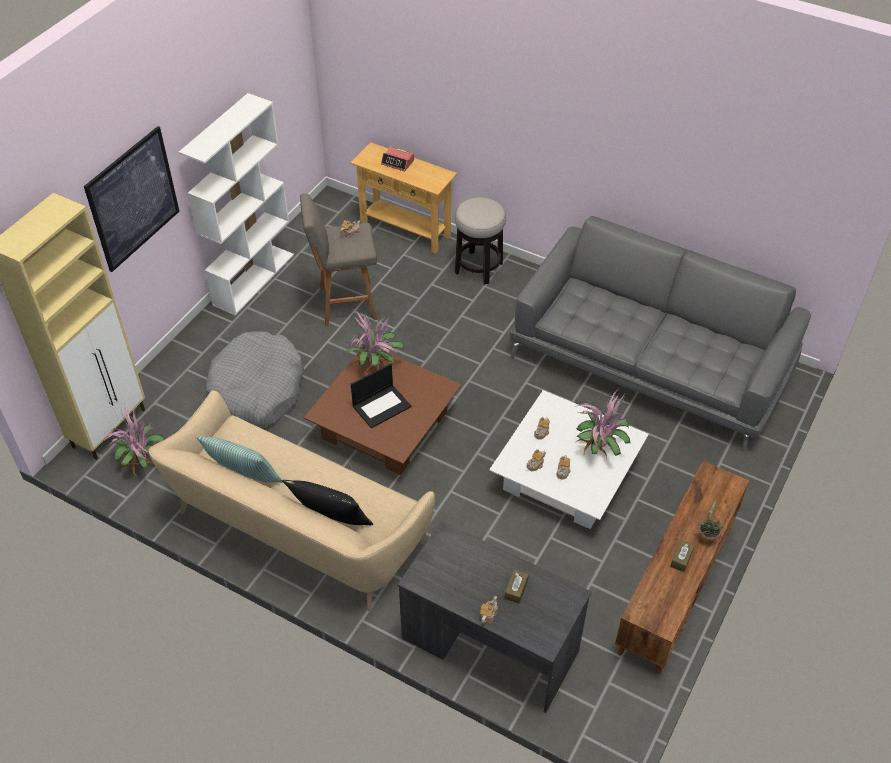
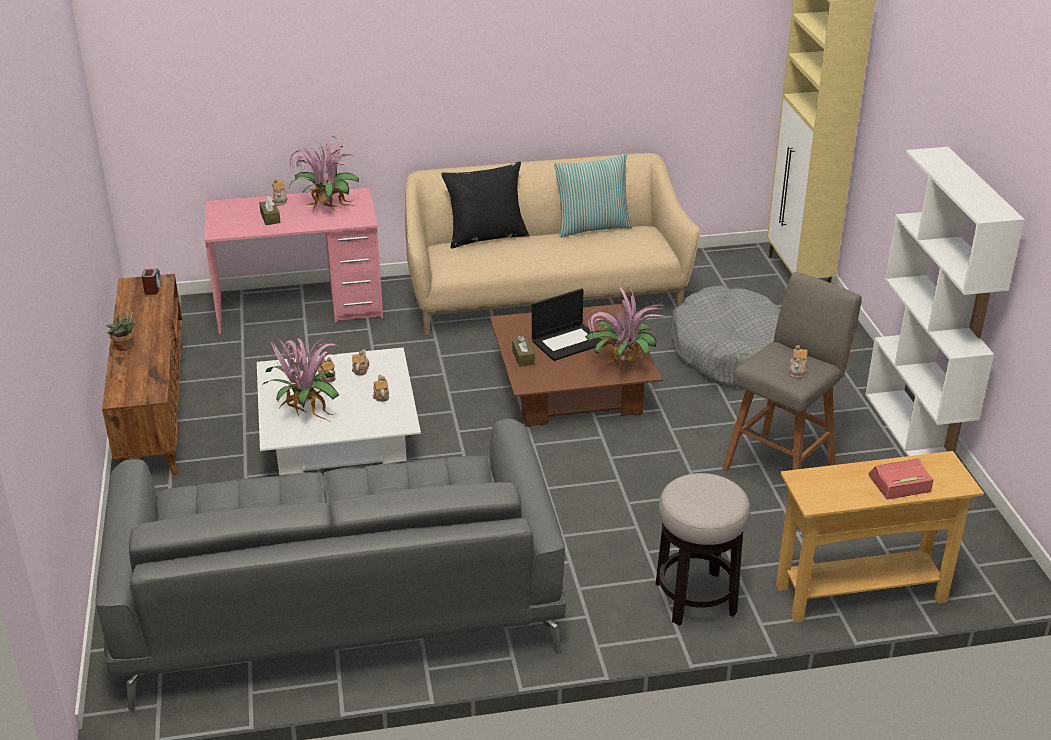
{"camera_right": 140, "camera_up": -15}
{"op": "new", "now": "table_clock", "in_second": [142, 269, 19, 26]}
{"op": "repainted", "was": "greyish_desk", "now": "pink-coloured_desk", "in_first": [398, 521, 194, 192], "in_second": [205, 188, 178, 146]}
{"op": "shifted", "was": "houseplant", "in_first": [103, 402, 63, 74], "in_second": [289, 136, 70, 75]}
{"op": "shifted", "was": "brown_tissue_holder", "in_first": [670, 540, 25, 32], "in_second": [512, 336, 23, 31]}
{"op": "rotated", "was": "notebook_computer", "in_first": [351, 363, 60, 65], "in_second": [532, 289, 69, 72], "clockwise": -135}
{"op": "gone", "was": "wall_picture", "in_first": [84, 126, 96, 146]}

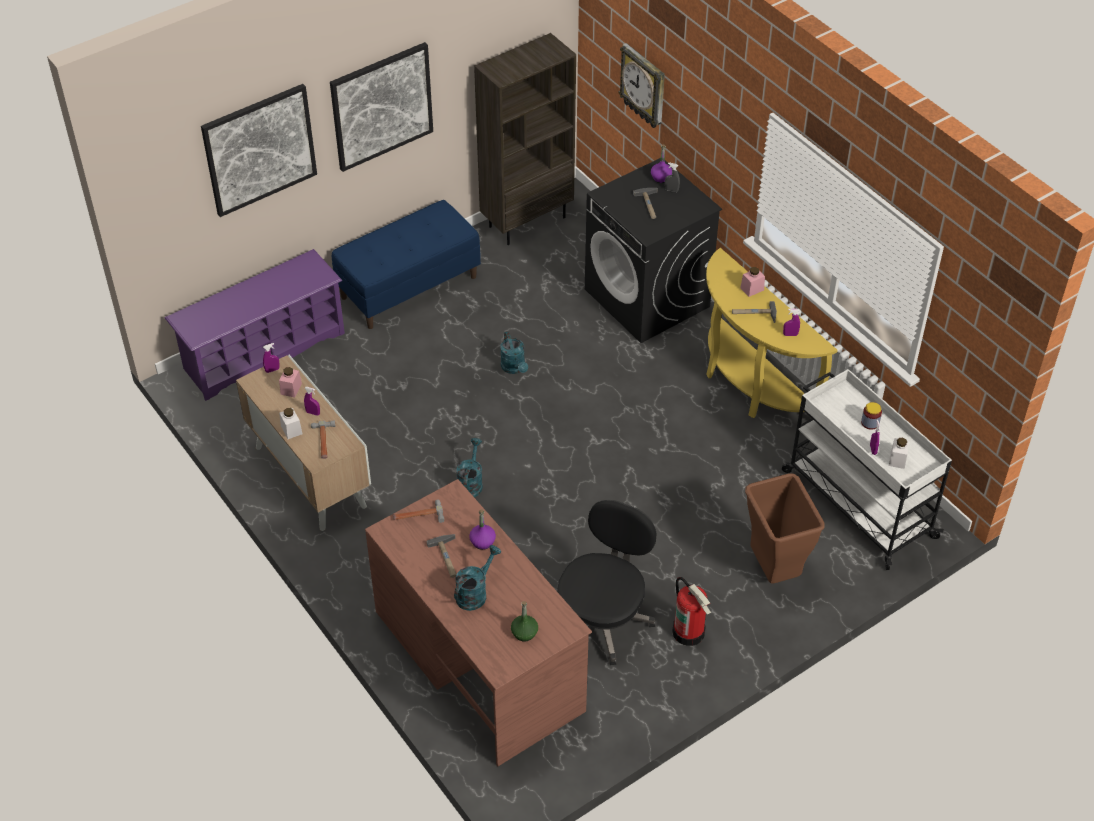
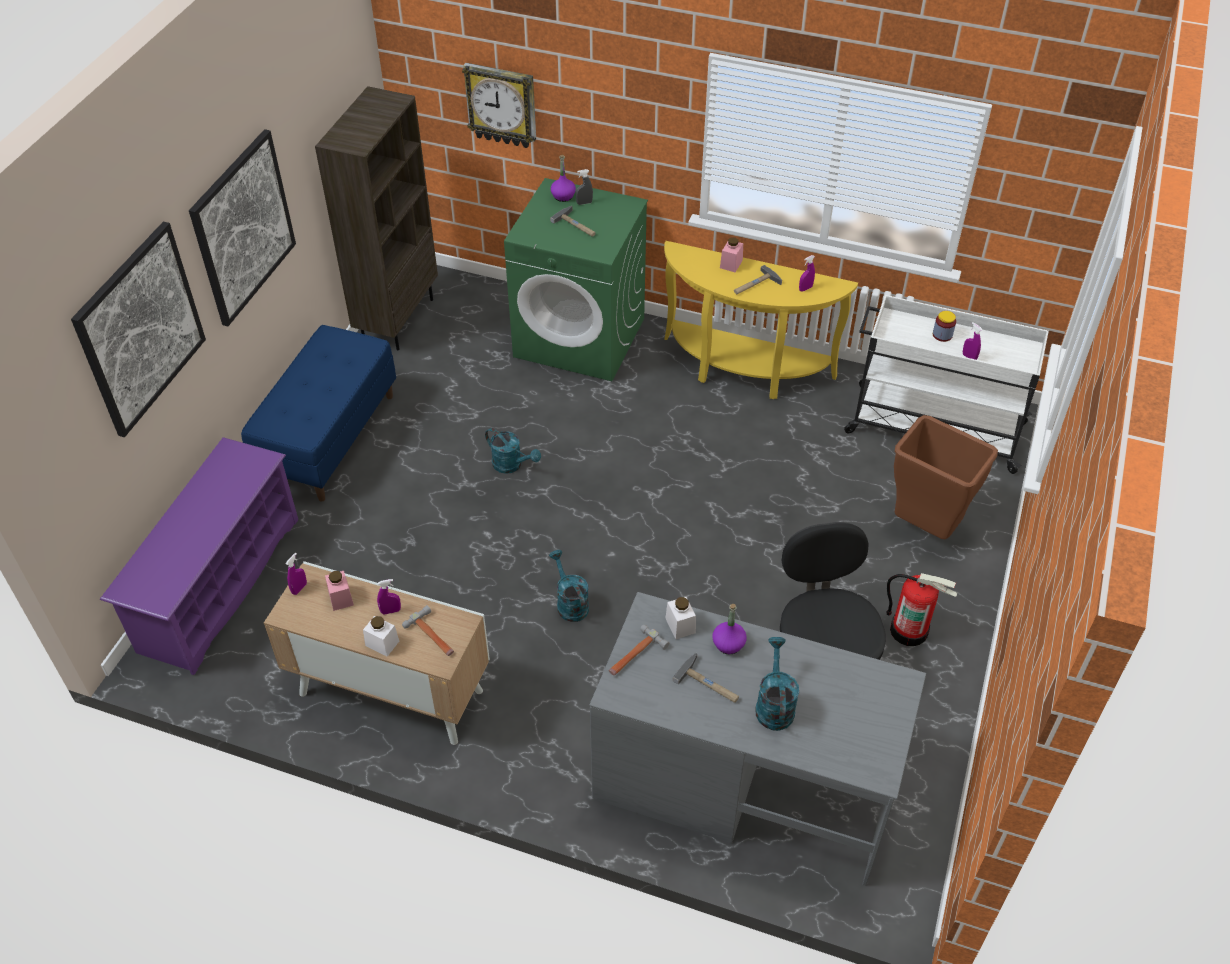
{"camera_right": -35, "camera_up": 0}
{"op": "repainted", "was": "black_washing_machine", "now": "greenish_washing_machine", "in_first": [585, 158, 137, 185], "in_second": [504, 178, 144, 203]}
{"op": "repainted", "was": "brown_desk", "now": "greyish_desk", "in_first": [365, 479, 227, 287], "in_second": [589, 592, 337, 294]}
{"op": "shifted", "was": "white-coloured_jar", "in_first": [889, 438, 20, 31], "in_second": [665, 597, 31, 42]}
{"op": "gone", "was": "greenish_bottle", "in_first": [511, 601, 27, 40]}

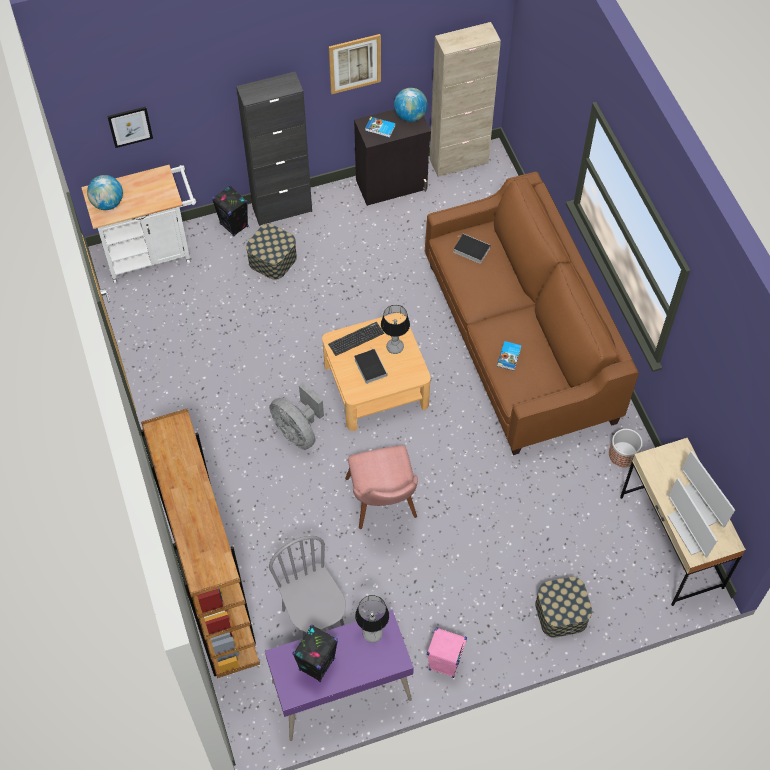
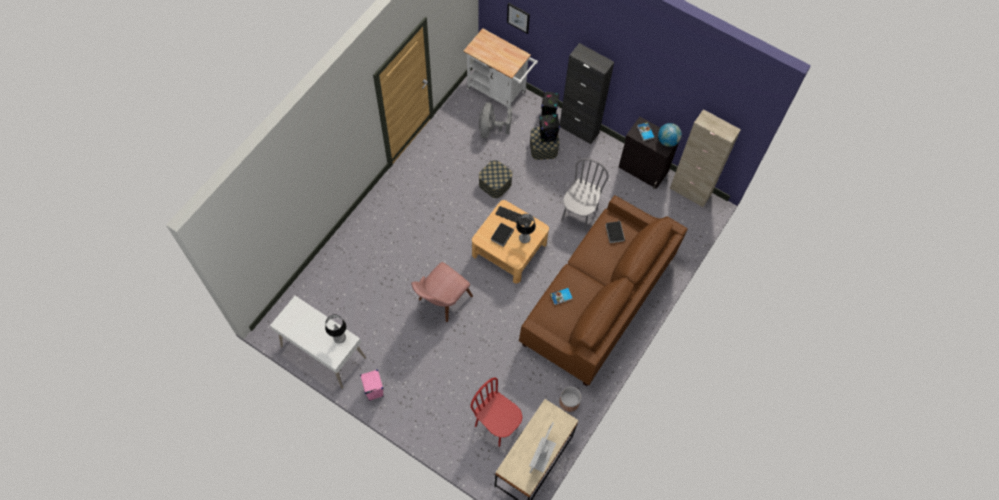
{"camera_right": 50, "camera_up": 5}
{"op": "repainted", "was": "purple-coloured_desk", "now": "white-coloured_desk", "in_first": [265, 610, 149, 131], "in_second": [270, 296, 96, 93]}
{"op": "new", "now": "red_plain_chair", "in_second": [471, 377, 51, 70]}
{"op": "shifted", "was": "greyish_electric_fan", "in_first": [269, 383, 55, 67], "in_second": [479, 102, 33, 37]}
{"op": "shifted", "was": "storage_box", "in_first": [535, 577, 57, 61], "in_second": [479, 160, 34, 38]}
{"op": "shifted", "was": "black_audio_speaker", "in_first": [292, 625, 46, 57], "in_second": [539, 114, 21, 29]}
{"op": "shifted", "was": "greyish_plain_chair", "in_first": [269, 536, 77, 102], "in_second": [561, 158, 48, 73]}
{"op": "gone", "was": "world_globe", "in_first": [87, 175, 36, 35]}
{"op": "gone", "was": "brown_shelving_unit", "in_first": [141, 408, 119, 270]}
{"op": "gone", "was": "wall_picture", "in_first": [329, 34, 52, 60]}
{"op": "gone", "was": "computer_screen", "in_first": [667, 478, 51, 79]}

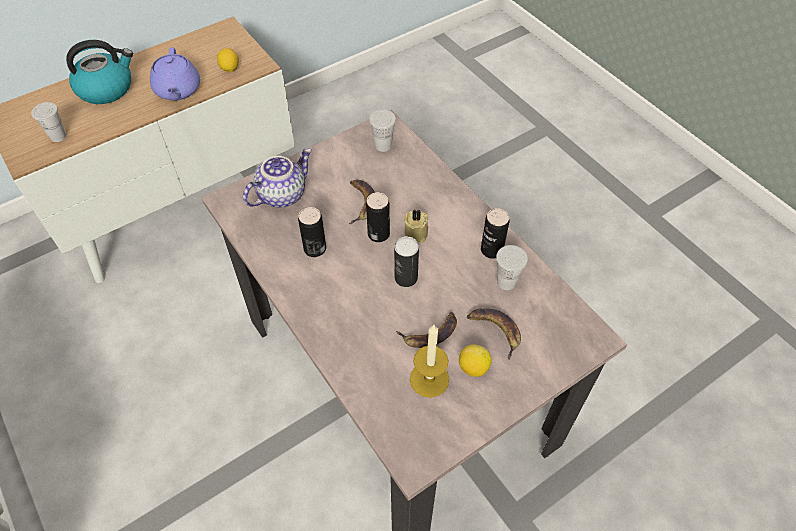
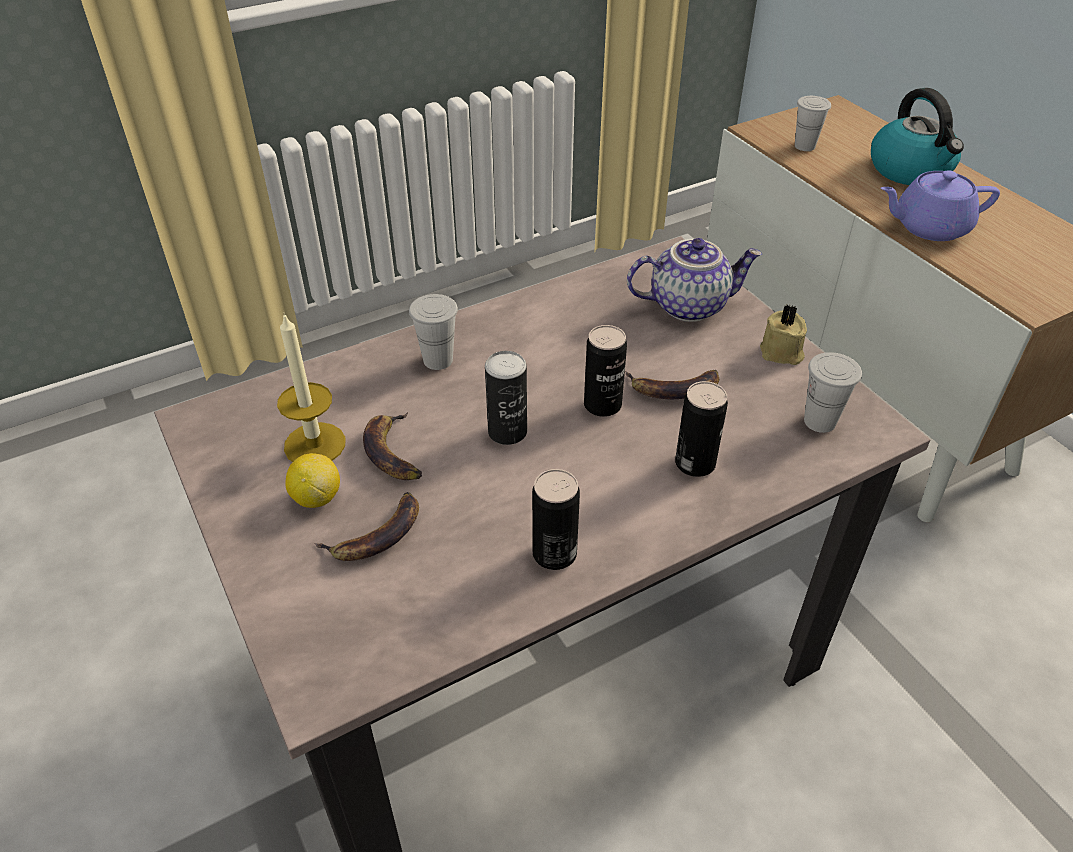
{"camera_right": 95, "camera_up": -10}
{"op": "shifted", "was": "white-coloured_cup", "in_first": [496, 245, 32, 45], "in_second": [409, 294, 49, 76]}
{"op": "rotated", "was": "tea_pot", "in_first": [243, 148, 69, 60], "in_second": [627, 238, 135, 84], "clockwise": -60}
{"op": "shifted", "was": "can", "in_first": [298, 207, 28, 50], "in_second": [675, 381, 53, 96]}
{"op": "shifted", "was": "beige-coloured_wax_candle", "in_first": [404, 209, 24, 34], "in_second": [760, 305, 47, 60]}
{"op": "gone", "was": "whole_lemon", "in_first": [217, 48, 22, 24]}

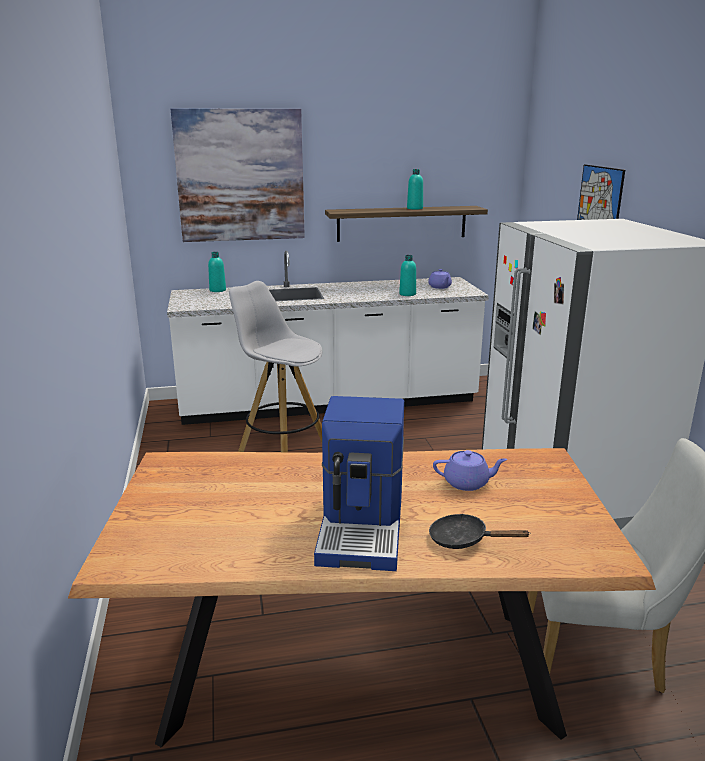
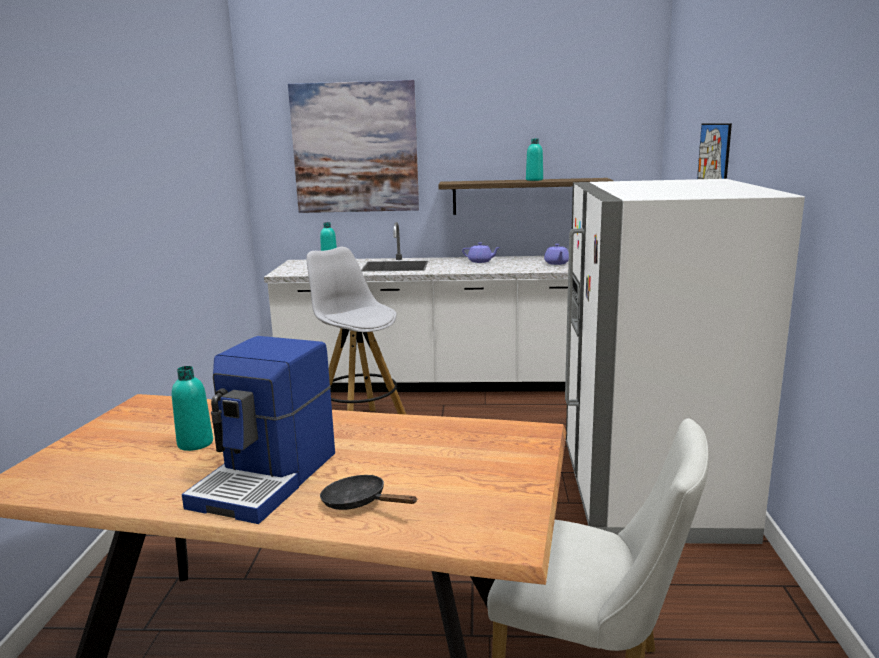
{"camera_right": 15, "camera_up": -5}
{"op": "shifted", "was": "turquoise-coloured_bottle", "in_first": [399, 255, 17, 41], "in_second": [172, 366, 41, 85]}
{"op": "shifted", "was": "purple-coloured_tea_pot", "in_first": [433, 450, 74, 41], "in_second": [462, 242, 38, 21]}

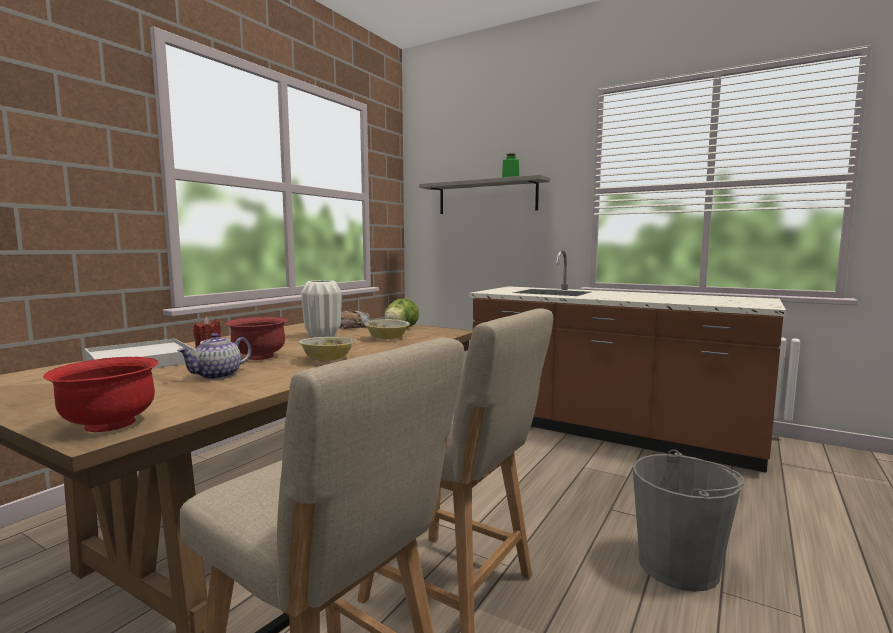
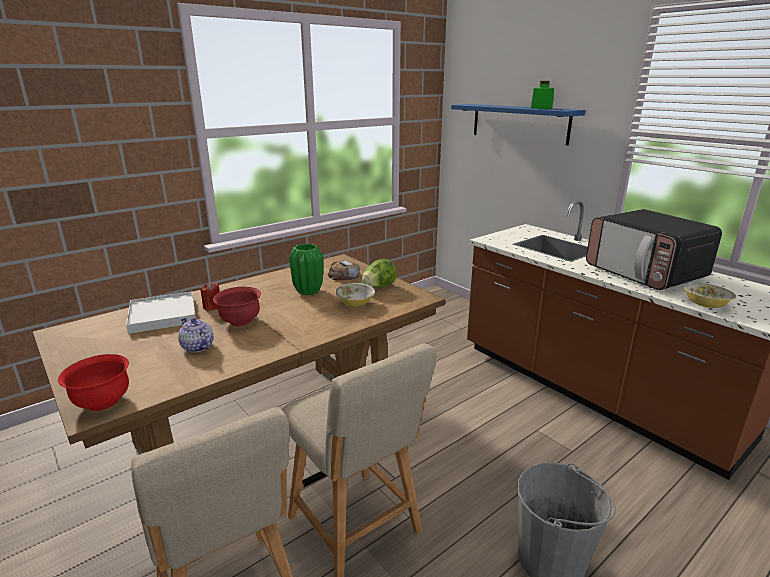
{"camera_right": 20, "camera_up": 15}
{"op": "rotated", "was": "tea_pot", "in_first": [177, 333, 75, 46], "in_second": [178, 317, 35, 36], "clockwise": 75}
{"op": "repainted", "was": "white-coloured_vase", "now": "greenish_vase", "in_first": [301, 280, 41, 58], "in_second": [289, 244, 34, 51]}
{"op": "repainted", "was": "greyish_bracket_shelf", "now": "blue_bracket_shelf", "in_first": [419, 175, 131, 39], "in_second": [451, 104, 134, 41]}
{"op": "new", "now": "kitchen_microwave", "in_second": [586, 209, 136, 81]}
{"op": "shifted", "was": "deep_dish", "in_first": [298, 337, 57, 24], "in_second": [684, 283, 52, 25]}

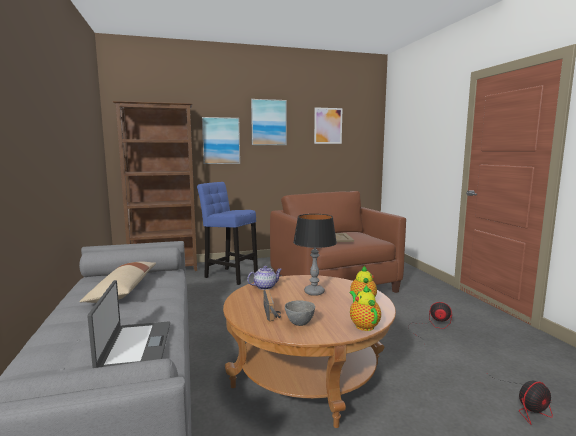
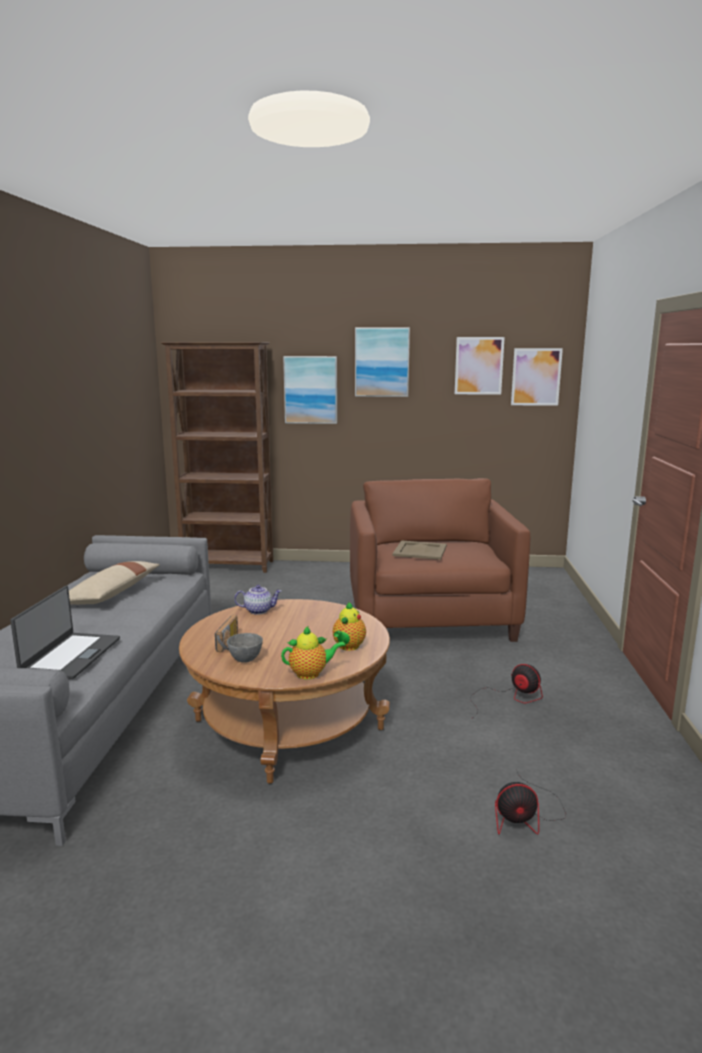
{"camera_right": 20, "camera_up": 5}
{"op": "rotated", "was": "tea_pot", "in_first": [349, 285, 32, 46], "in_second": [281, 626, 65, 53], "clockwise": 75}
{"op": "new", "now": "wall_picture", "in_second": [511, 348, 52, 58]}
{"op": "gone", "was": "blue_stool_seat", "in_first": [197, 182, 61, 103]}
{"op": "gone", "was": "lamp_for_a_table", "in_first": [293, 214, 44, 82]}

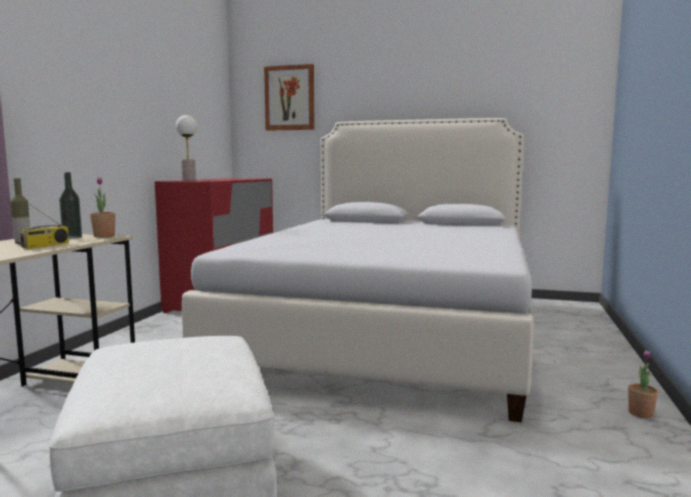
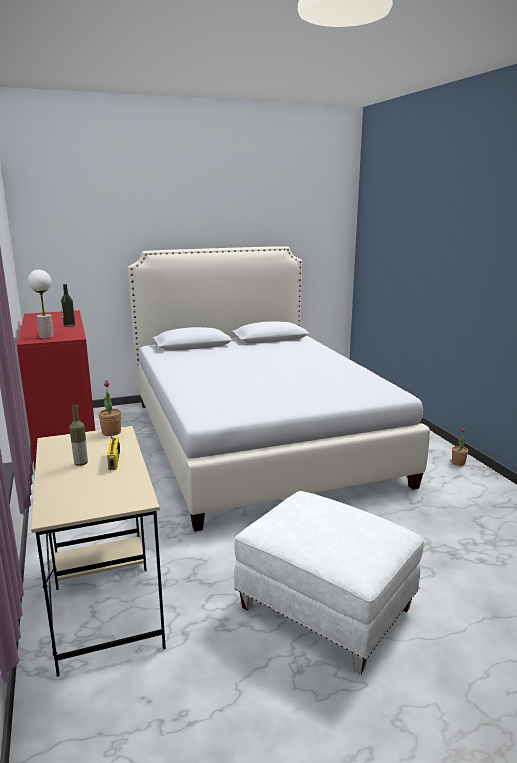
{"camera_right": -35, "camera_up": 10}
{"op": "shifted", "was": "bottle", "in_first": [59, 172, 23, 67], "in_second": [61, 284, 14, 43]}
{"op": "gone", "was": "wall_picture", "in_first": [264, 64, 51, 67]}

